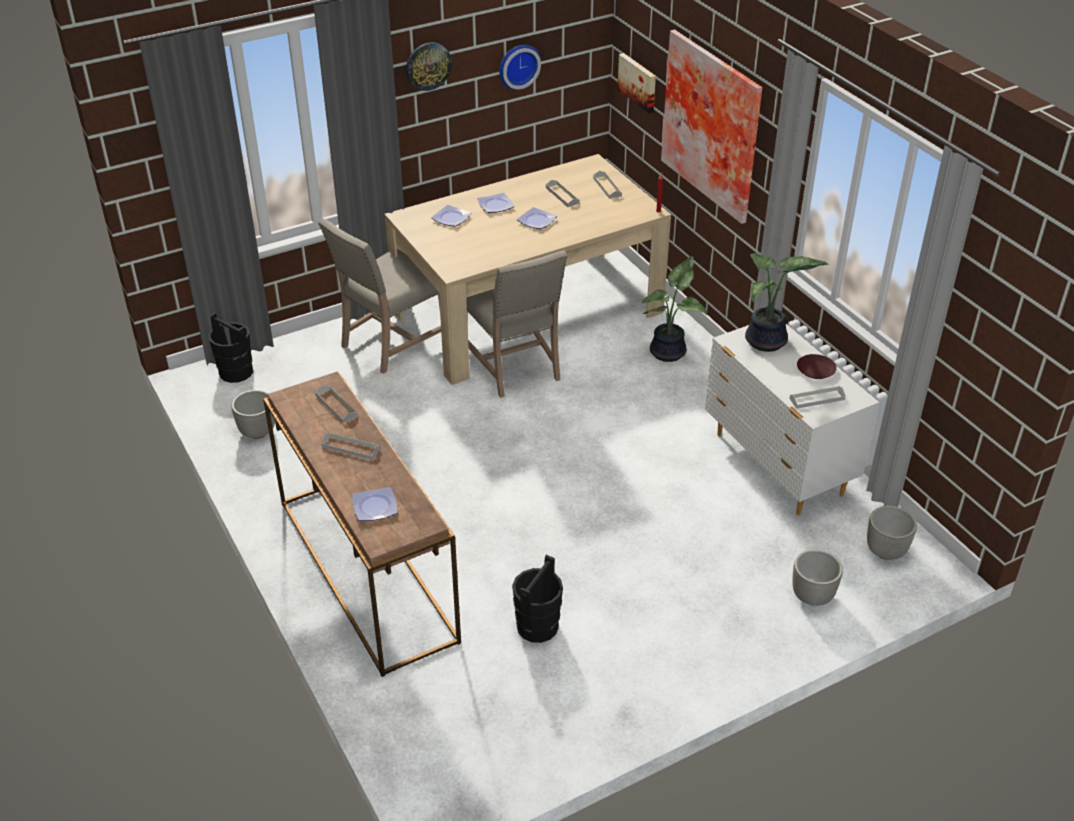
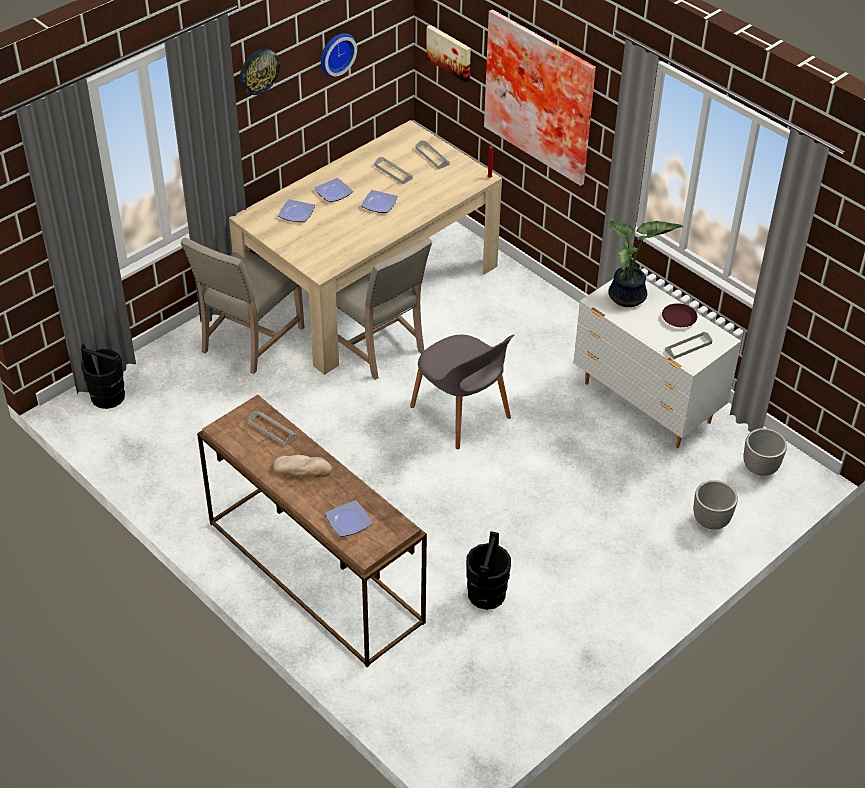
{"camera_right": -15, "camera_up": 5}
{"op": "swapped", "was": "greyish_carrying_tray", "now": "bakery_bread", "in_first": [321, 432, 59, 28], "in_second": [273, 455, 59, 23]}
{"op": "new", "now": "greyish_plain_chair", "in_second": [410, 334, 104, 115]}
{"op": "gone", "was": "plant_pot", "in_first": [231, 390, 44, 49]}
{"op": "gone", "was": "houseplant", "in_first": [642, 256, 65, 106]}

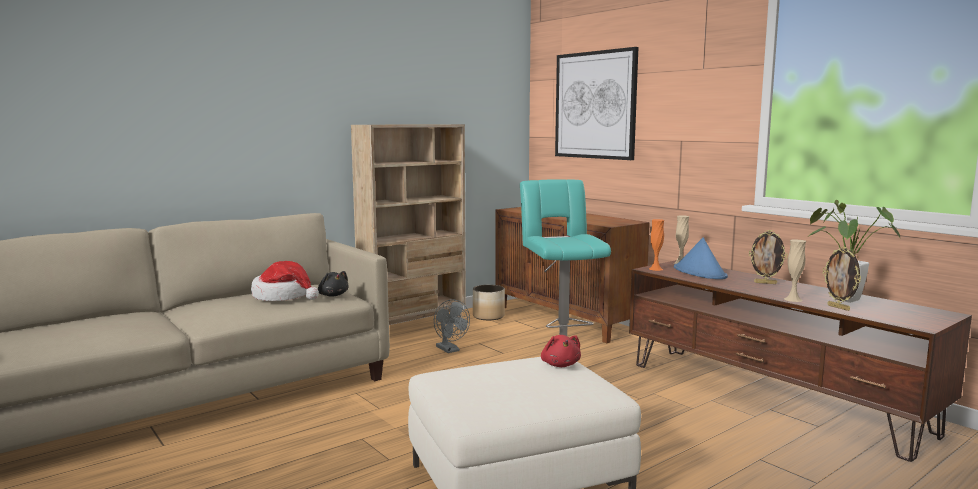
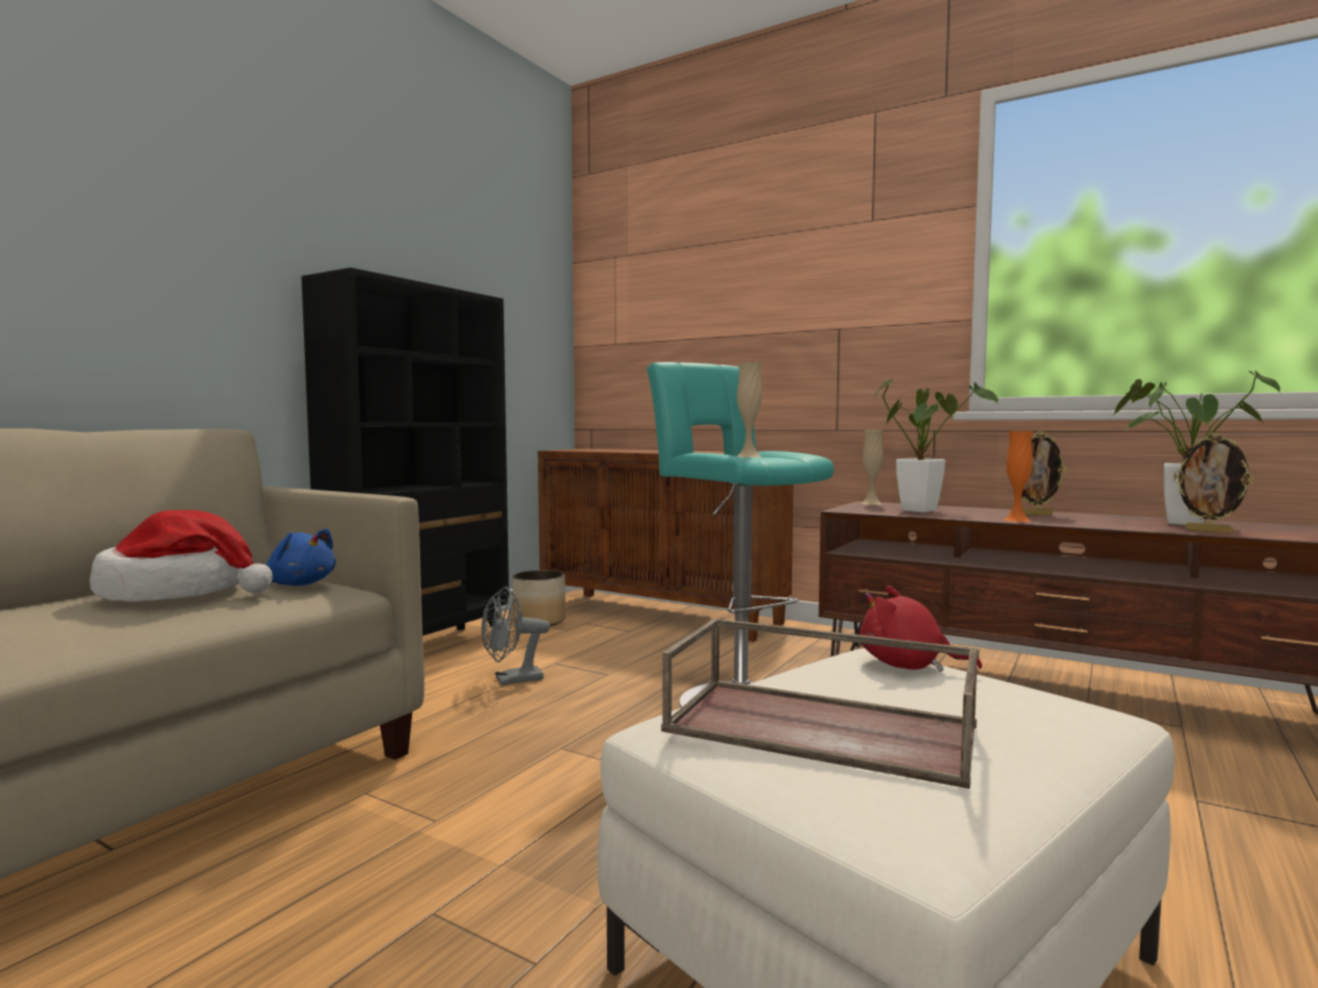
{"camera_right": -20, "camera_up": -5}
{"op": "repainted", "was": "black_cuddly_toy", "now": "blue_cuddly_toy", "in_first": [318, 271, 31, 26], "in_second": [266, 529, 70, 57]}
{"op": "repainted", "was": "beige-coloured_shelving_unit", "now": "black_shelving_unit", "in_first": [351, 124, 115, 201], "in_second": [301, 267, 208, 369]}
{"op": "rotated", "was": "greyish_electric_fan", "in_first": [434, 299, 36, 54], "in_second": [481, 586, 69, 99], "clockwise": 120}
{"op": "new", "now": "brown_carrying_tray", "in_second": [661, 618, 318, 171]}
{"op": "shifted", "was": "beige-coloured_vase", "in_first": [784, 240, 22, 62], "in_second": [737, 362, 25, 95]}
{"op": "rotated", "was": "red_cuddly_toy", "in_first": [541, 335, 40, 32], "in_second": [860, 586, 122, 86], "clockwise": 150}
{"op": "swapped", "was": "blue_wearable_hat", "now": "houseplant", "in_first": [674, 238, 54, 41], "in_second": [875, 379, 123, 134]}
{"op": "shifted", "was": "orange-coloured_vase", "in_first": [649, 219, 15, 52], "in_second": [1003, 432, 30, 90]}
{"op": "gone", "was": "wall_picture", "in_first": [555, 47, 84, 113]}

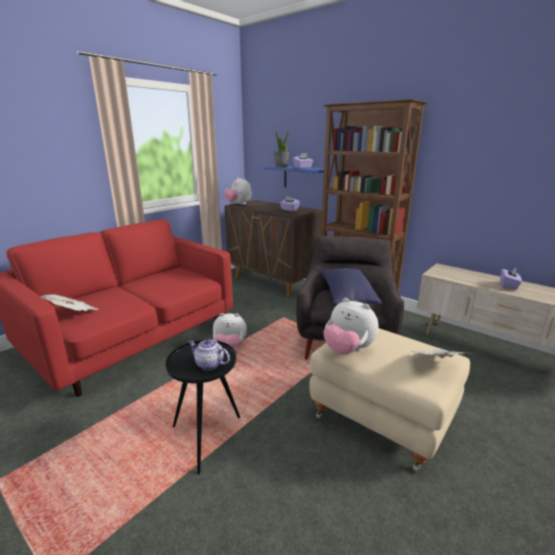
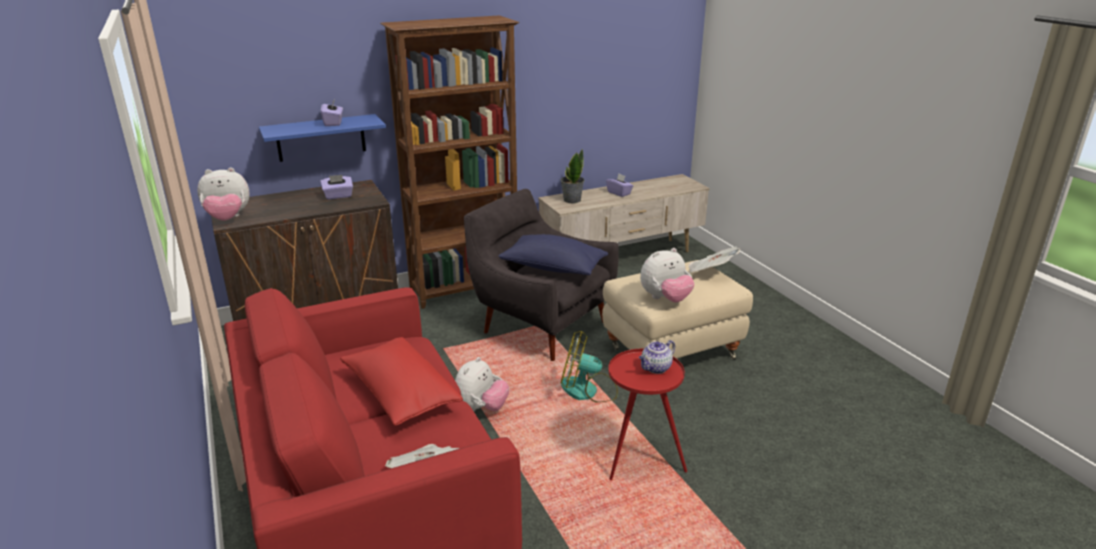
{"camera_right": -65, "camera_up": 5}
{"op": "new", "now": "red_pillow", "in_second": [340, 337, 123, 89]}
{"op": "shifted", "was": "houseplant", "in_first": [273, 127, 17, 40], "in_second": [560, 149, 25, 54]}
{"op": "new", "now": "electric_fan", "in_second": [561, 331, 57, 72]}
{"op": "repainted", "was": "black_end_table", "now": "red_end_table", "in_first": [165, 340, 75, 134], "in_second": [608, 349, 79, 131]}

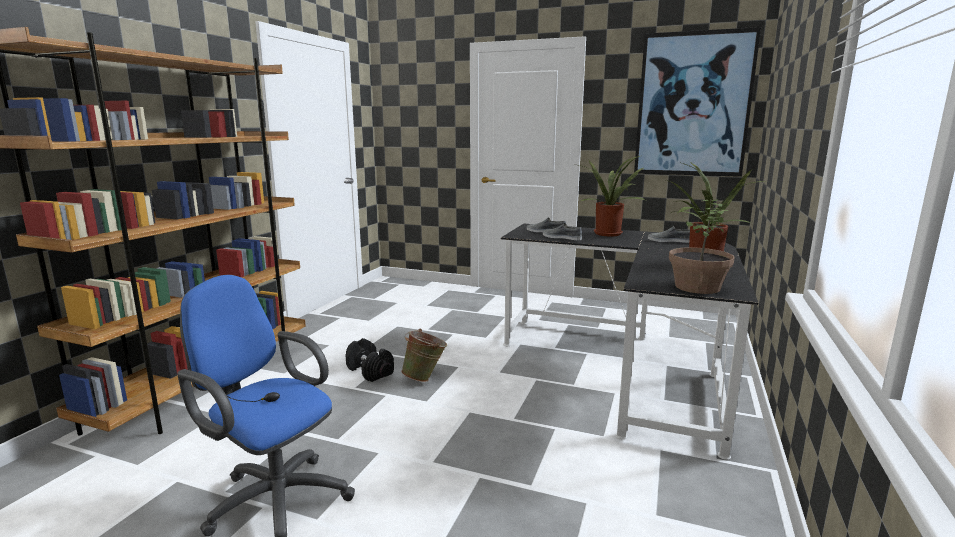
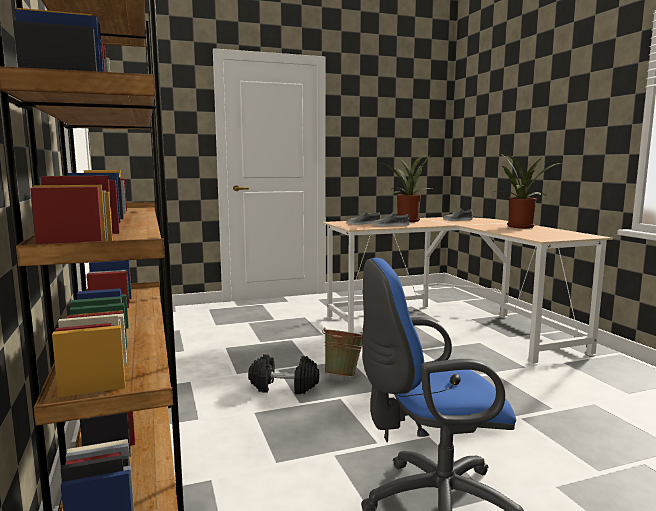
{"camera_right": -40, "camera_up": -5}
{"op": "repainted", "was": "black_desk", "now": "beige-coloured_desk", "in_first": [501, 224, 258, 236], "in_second": [323, 217, 290, 148]}
{"op": "gone", "was": "wall_picture", "in_first": [634, 27, 127, 150]}
{"op": "gone", "was": "houseplant", "in_first": [669, 199, 66, 95]}

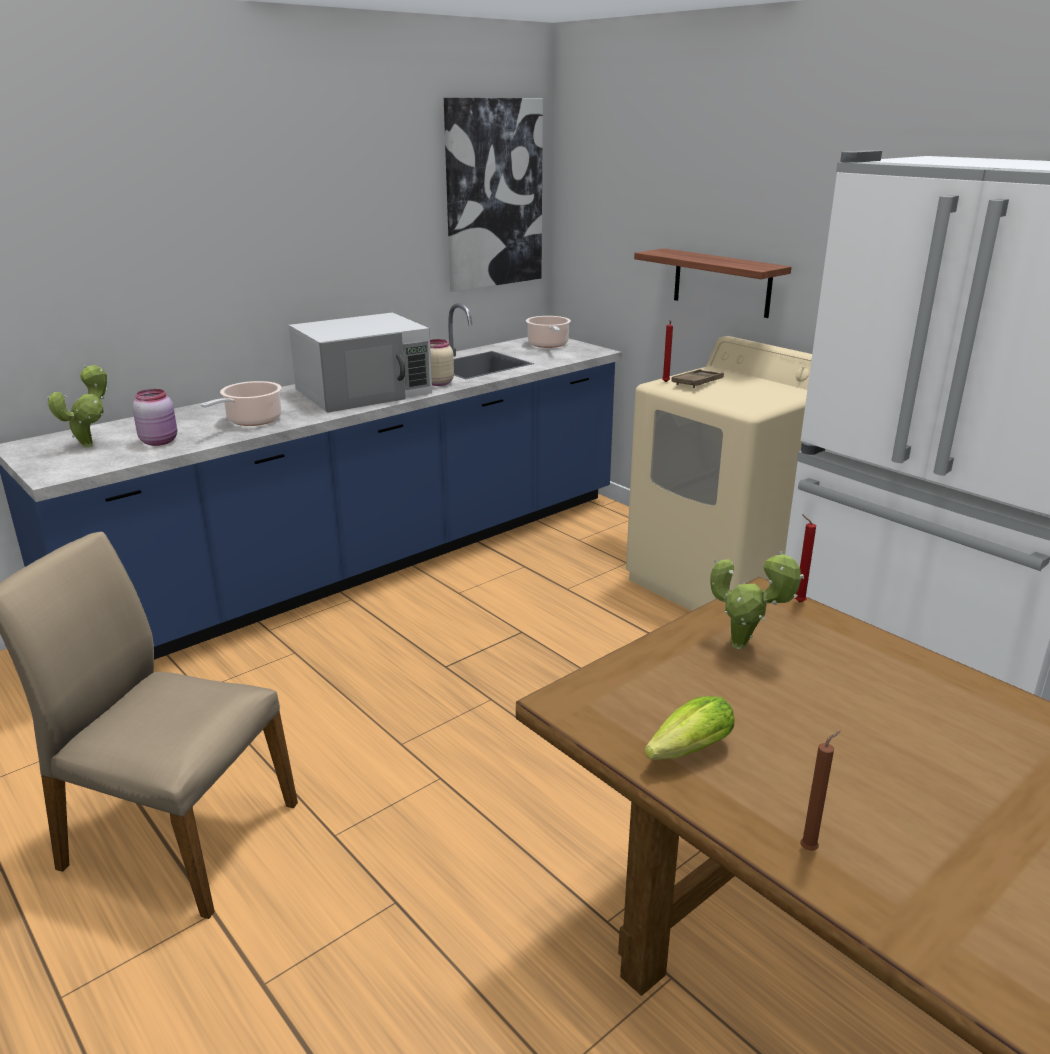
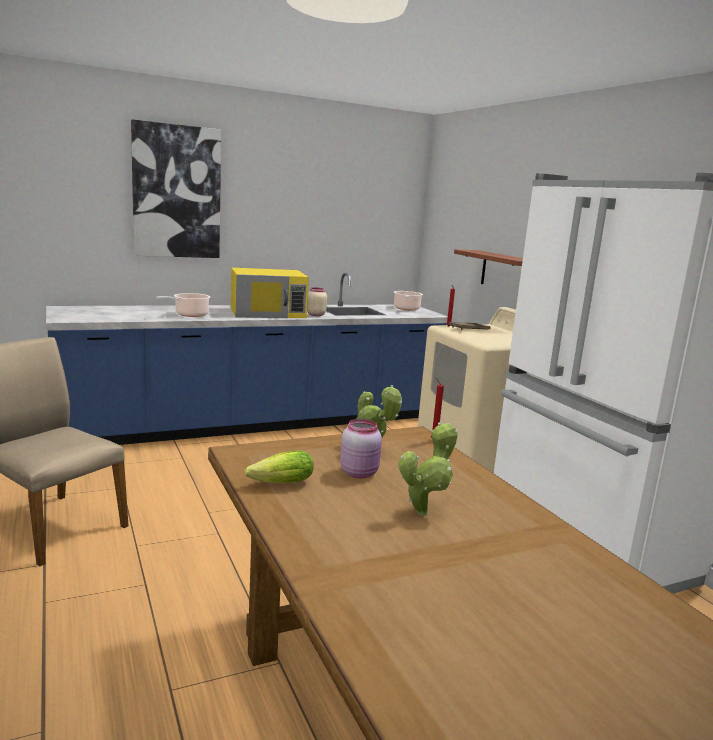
{"camera_right": 15, "camera_up": -10}
{"op": "shifted", "was": "wall_picture", "in_first": [444, 98, 99, 194], "in_second": [131, 119, 90, 139]}
{"op": "repainted", "was": "white-coloured_kitchen_microwave", "now": "yellowish_kitchen_microwave", "in_first": [289, 312, 143, 101], "in_second": [231, 268, 78, 50]}
{"op": "shifted", "was": "pink-coloured_jar", "in_first": [132, 389, 45, 57], "in_second": [340, 419, 42, 59]}
{"op": "shifted", "was": "houseplant", "in_first": [47, 365, 60, 82], "in_second": [398, 422, 60, 94]}
{"op": "gone", "was": "brown_wax_candle", "in_first": [800, 731, 40, 120]}

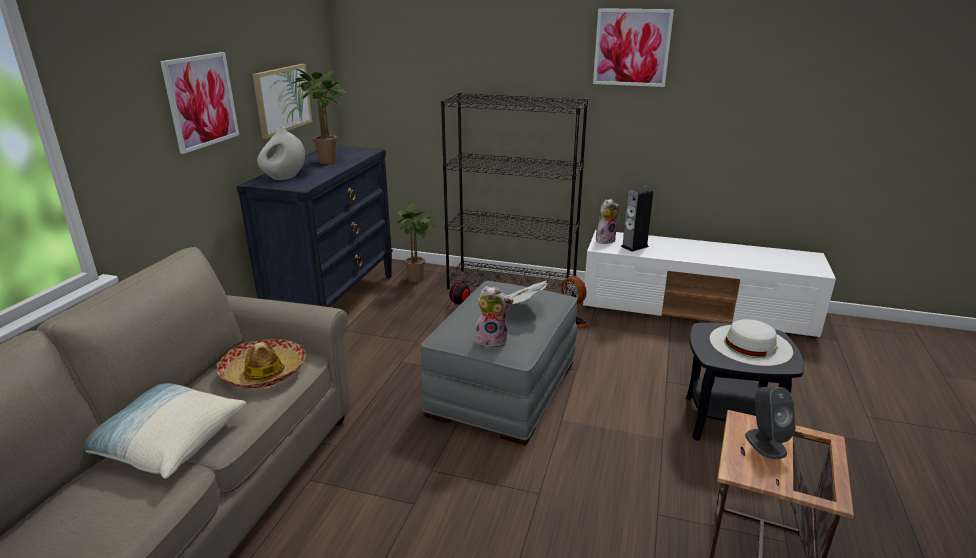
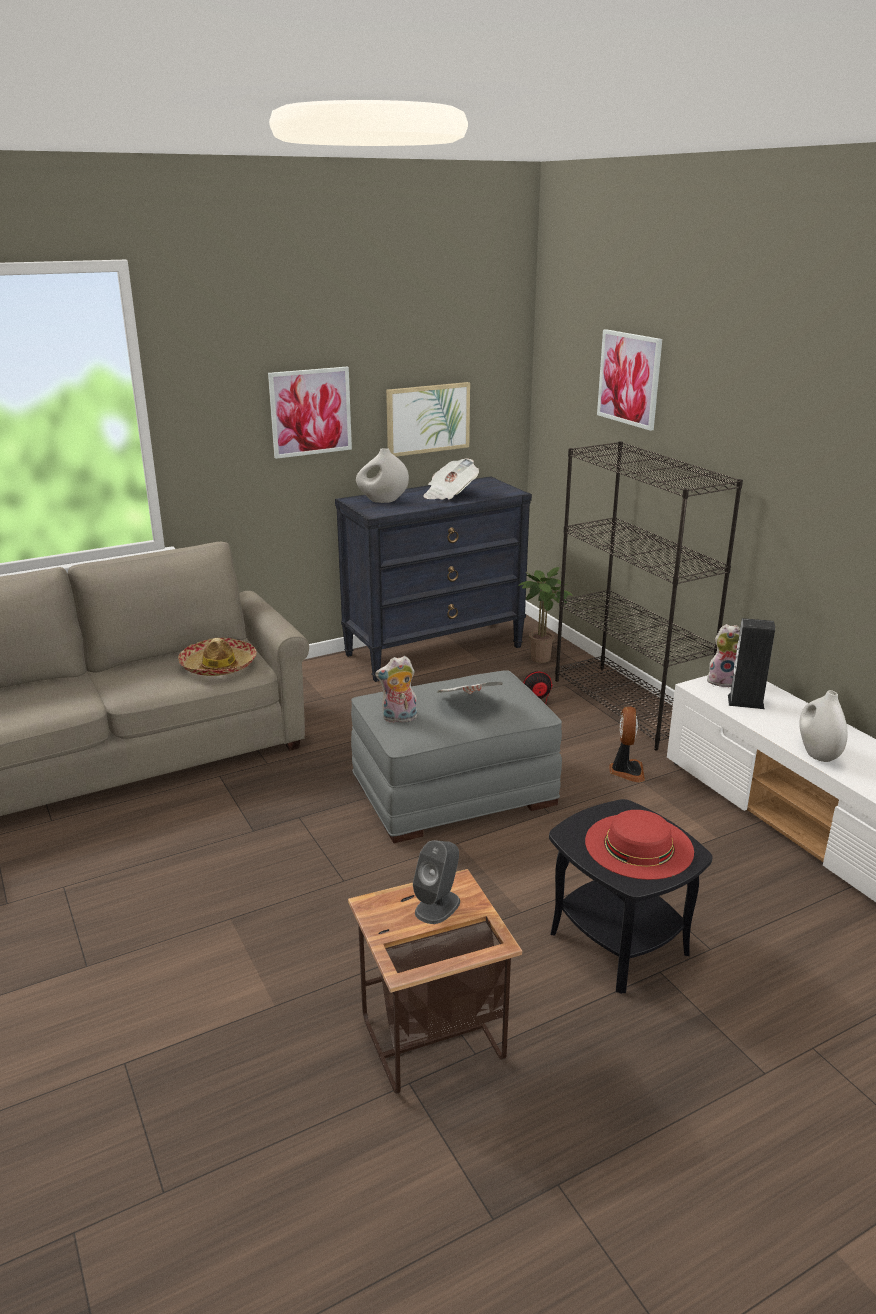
{"camera_right": 45, "camera_up": 0}
{"op": "rotated", "was": "cuddly_toy", "in_first": [475, 286, 39, 62], "in_second": [375, 656, 42, 67], "clockwise": 120}
{"op": "swapped", "was": "houseplant", "now": "daily_paper", "in_first": [292, 69, 54, 95], "in_second": [423, 458, 56, 42]}
{"op": "repainted", "was": "white-coloured_wearable_hat", "now": "red_wearable_hat", "in_first": [710, 319, 83, 47], "in_second": [585, 810, 109, 70]}
{"op": "shifted", "was": "wall_picture", "in_first": [593, 8, 81, 79], "in_second": [597, 329, 65, 102]}
{"op": "new", "now": "white-coloured_vase", "in_second": [799, 690, 48, 72]}
{"op": "gone", "was": "pillow", "in_first": [84, 383, 162, 96]}

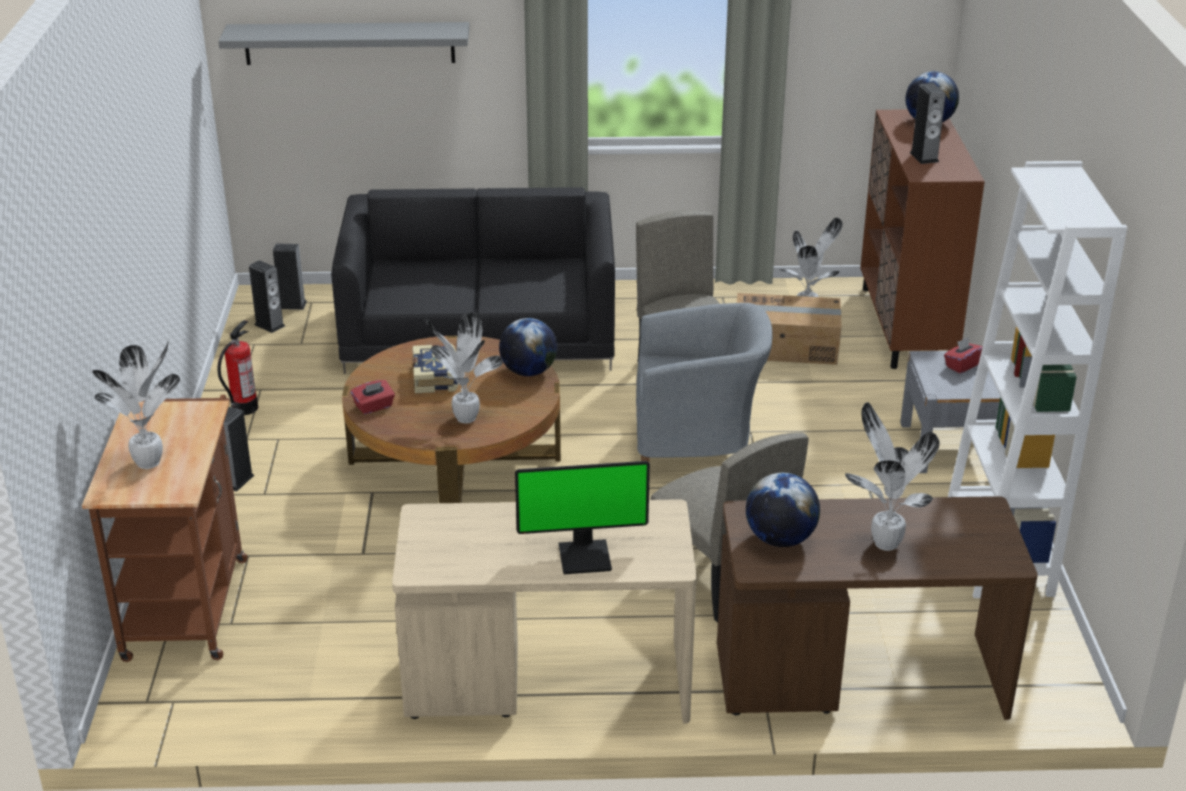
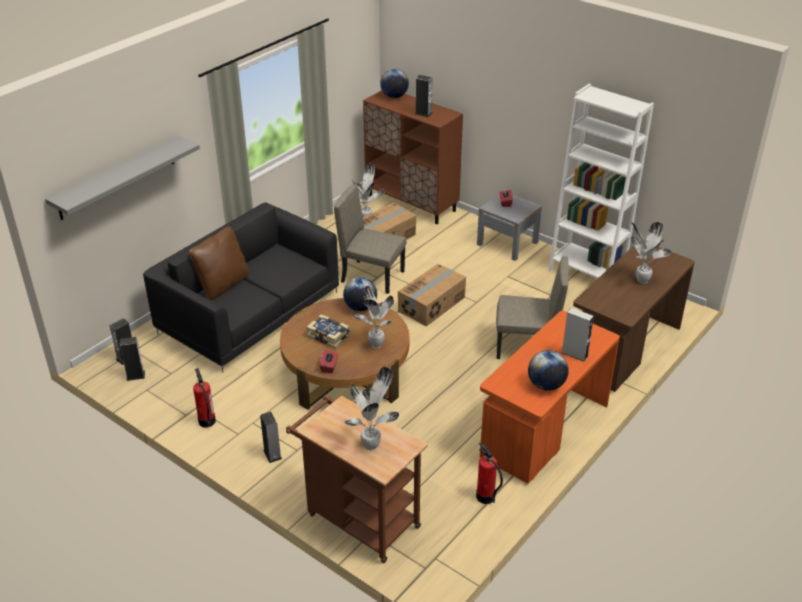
{"camera_right": -50, "camera_up": 5}
{"op": "new", "now": "brown_pillow", "in_second": [189, 226, 60, 75]}
{"op": "swapped", "was": "greyish_easy_chair", "now": "carton", "in_first": [636, 303, 137, 159], "in_second": [398, 264, 68, 62]}
{"op": "new", "now": "fire_extinguisher", "in_second": [476, 442, 27, 62]}
{"op": "repainted", "was": "beige-coloured_desk", "now": "orange-coloured_desk", "in_first": [392, 499, 305, 225], "in_second": [480, 311, 140, 173]}
{"op": "shifted", "was": "world_globe", "in_first": [746, 473, 74, 74], "in_second": [528, 350, 41, 41]}
{"op": "swapped", "was": "computer_screen", "now": "greyish_audio_speaker", "in_first": [515, 461, 135, 113], "in_second": [562, 308, 32, 54]}

